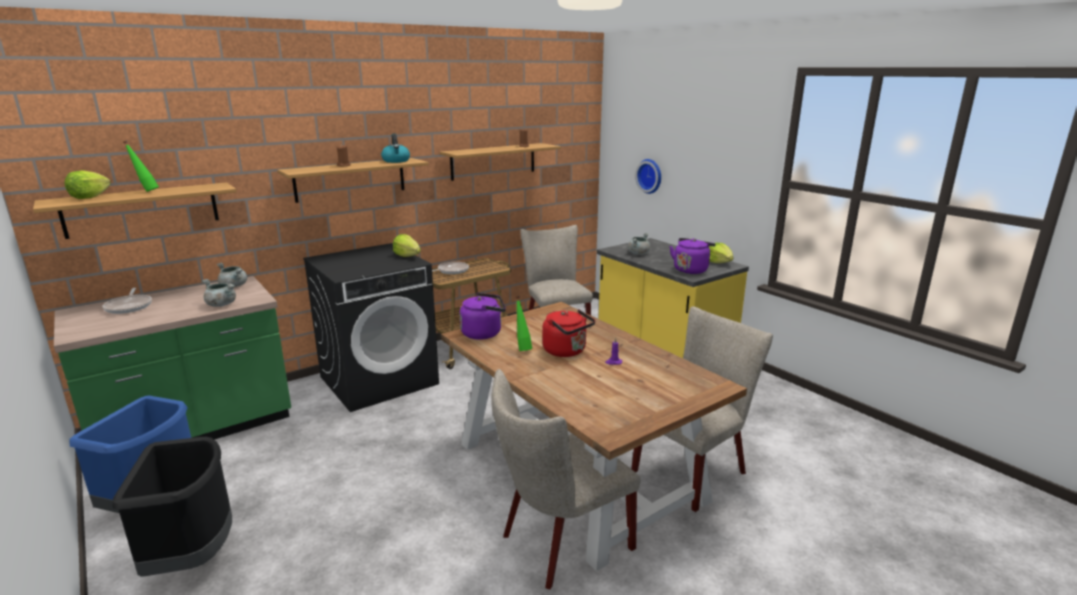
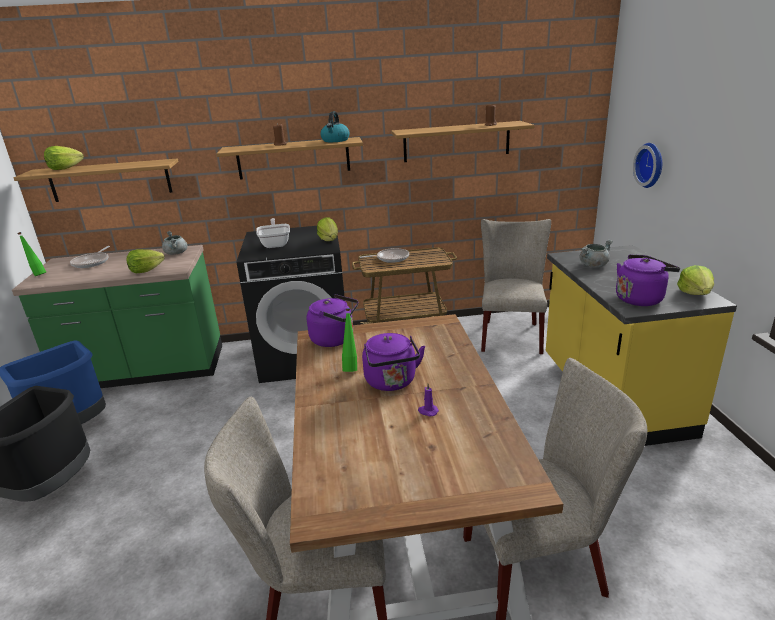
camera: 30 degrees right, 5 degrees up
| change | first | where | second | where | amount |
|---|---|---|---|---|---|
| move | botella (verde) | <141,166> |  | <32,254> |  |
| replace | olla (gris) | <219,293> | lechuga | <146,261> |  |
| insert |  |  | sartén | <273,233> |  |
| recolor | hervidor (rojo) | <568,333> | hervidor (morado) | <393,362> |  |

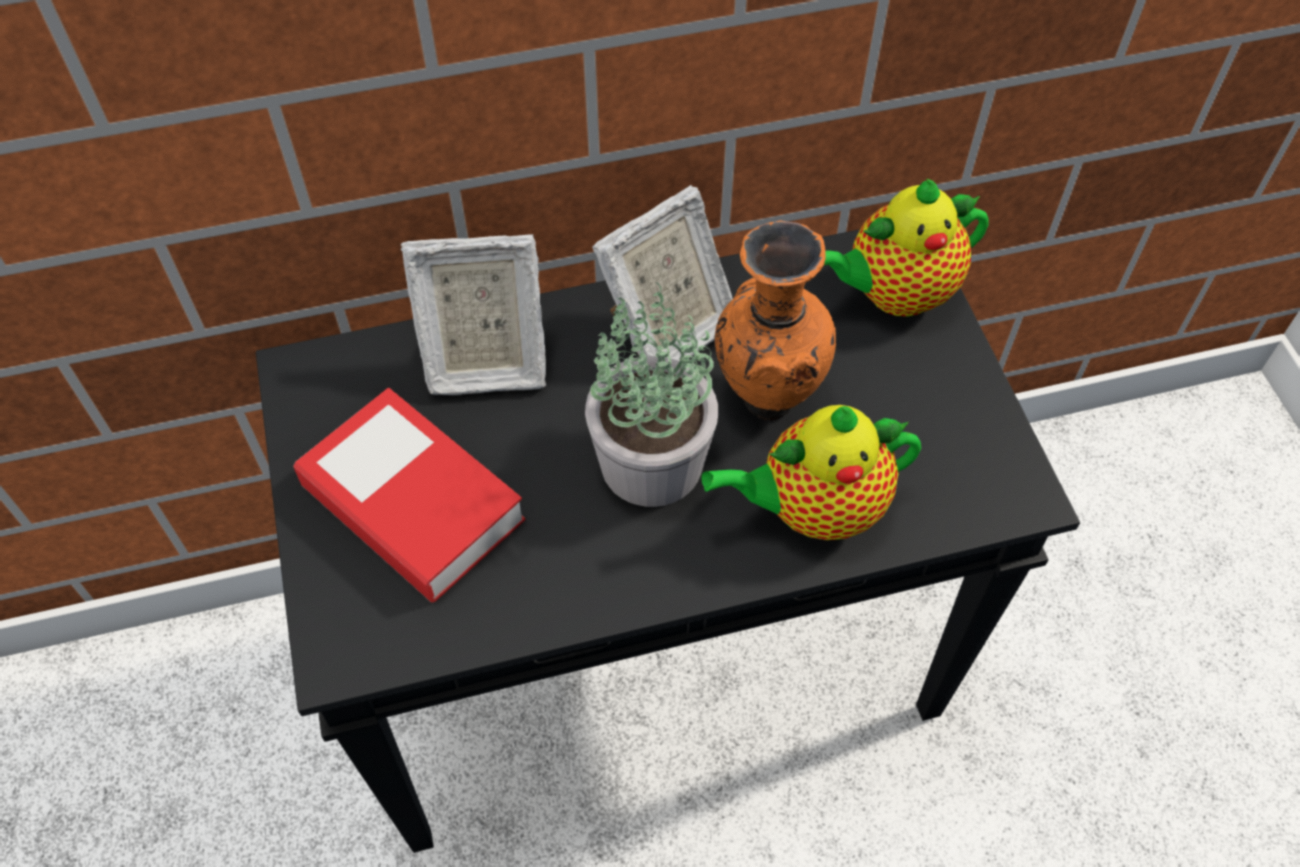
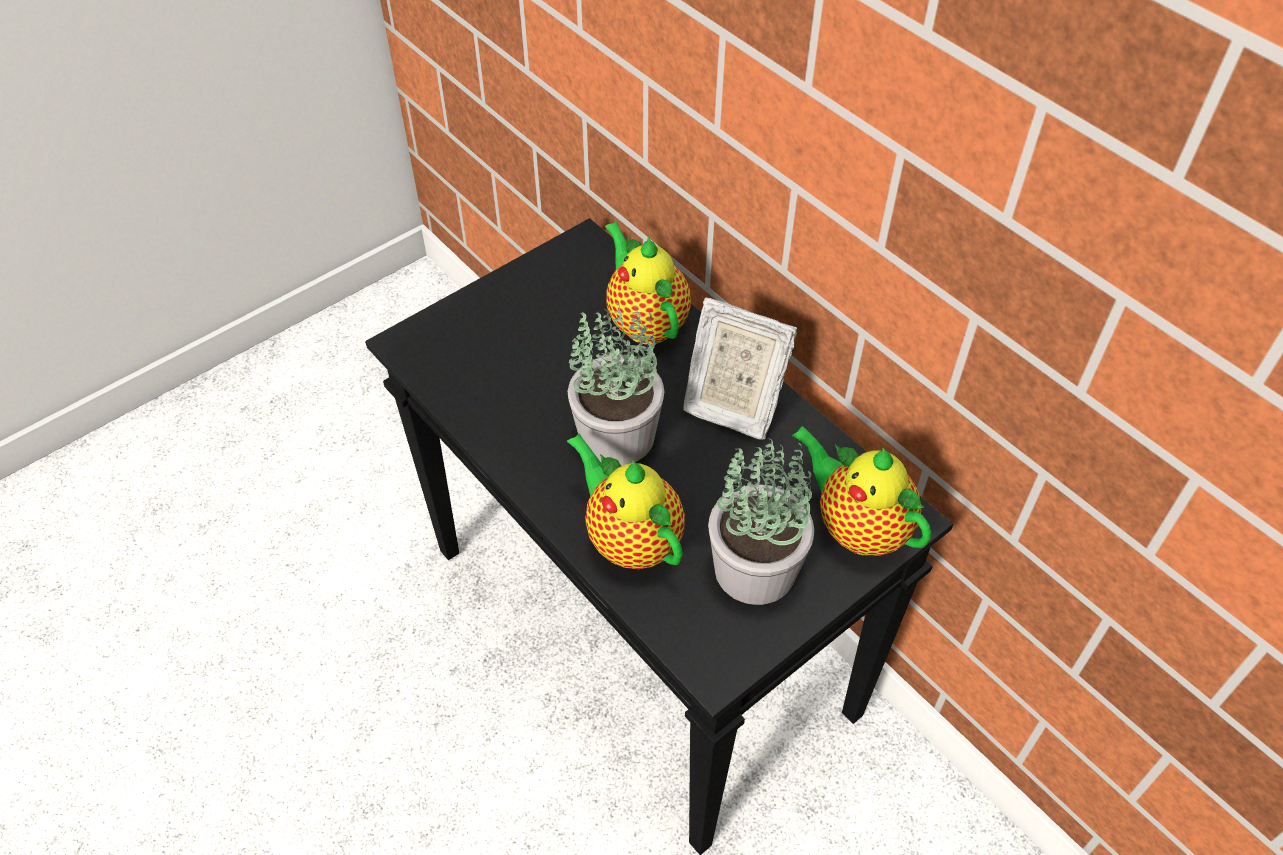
camera: 65 degrees right, 5 degrees down
| change | first | where | second | where | amount |
|---|---|---|---|---|---|
| replace | portarretratos | <473,314> | tetera | <648,283> |  |
| insert |  |  | planta en maceta | <761,522> |  |
| delete | libro | <409,495> |  |  |  |
| delete | florero (naranja) | <775,320> |  |  |  |

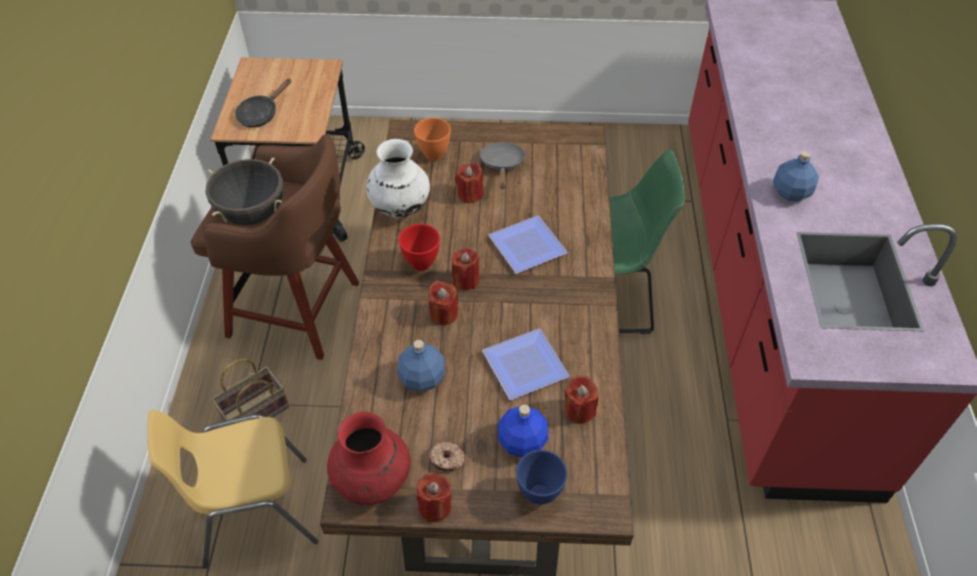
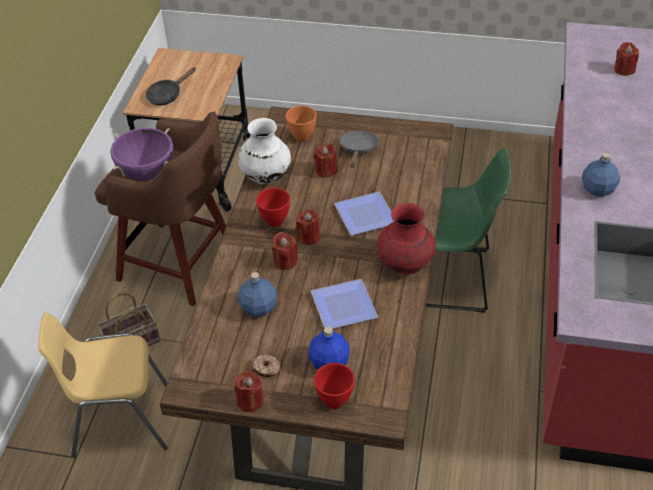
camera: 10 degrees right, 5 degrees down
| change | first | where | second | where | amount |
|---|---|---|---|---|---|
| recolor | olla (negro) | <244,191> | olla (morado) | <142,154> |  |
| recolor | cuenco (azul) | <541,477> | cuenco (rojo) | <334,386> |  |
| move | florero (rojo) | <369,458> |  | <406,238> |  |
| move | vela (rojo) | <581,399> |  | <626,59> |  |

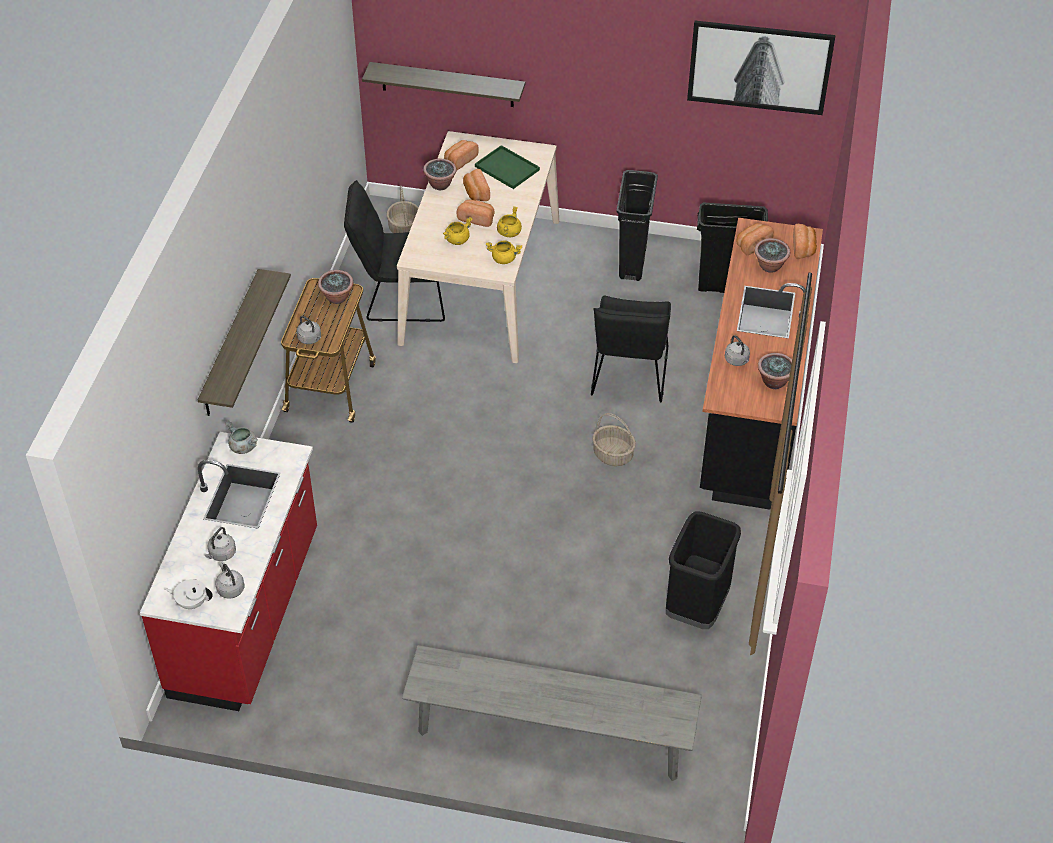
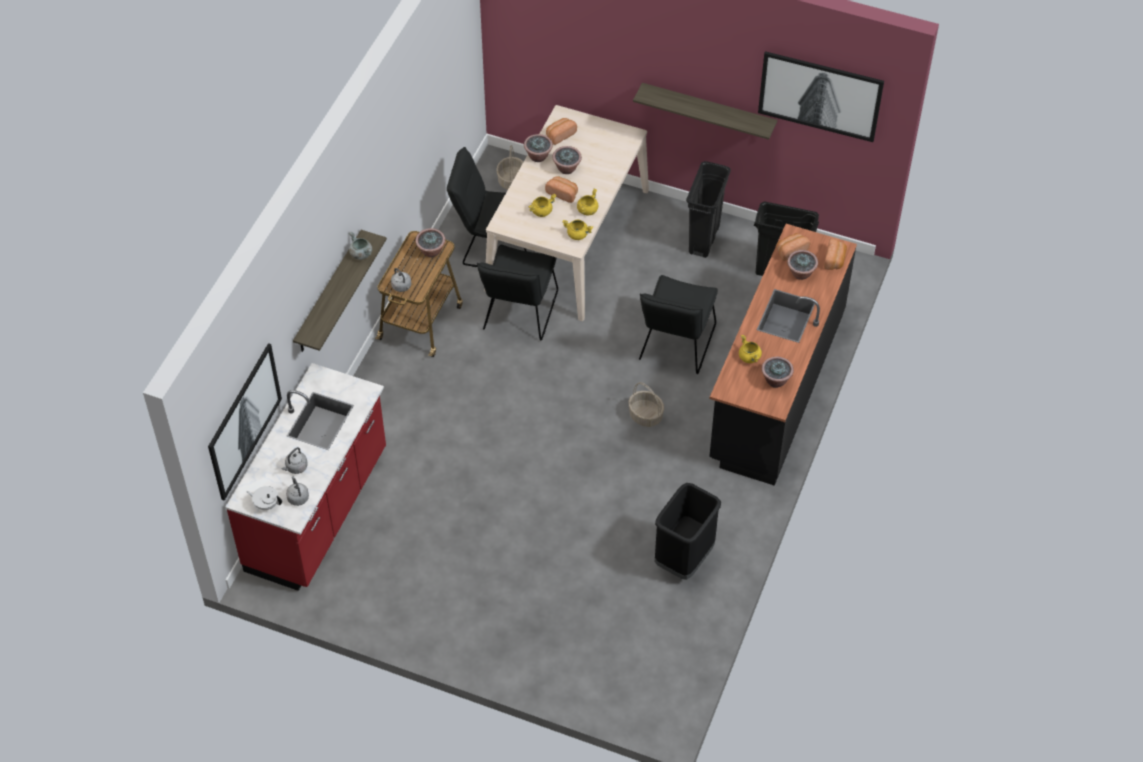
camera: 10 degrees right, 5 degrees up
| change | first | where | second | where | amount |
|---|---|---|---|---|---|
| insert |  |  | cuadro | <245,422> |  |
| move | olla (gris) | <241,437> |  | <360,246> |  |
| insert |  |  | silla (negro) | <517,292> |  |
| replace | pan | <476,185> | planta en maceta | <567,160> |  |
| move | estante | <444,84> |  | <705,111> |  |
| replace | hervidor (gris) | <737,350> | olla (amarillo) | <750,349> |  |
| delete | banco (gris) | <552,713> |  |  |  |
| delete | bandeja (verde) | <507,167> |  |  |  |

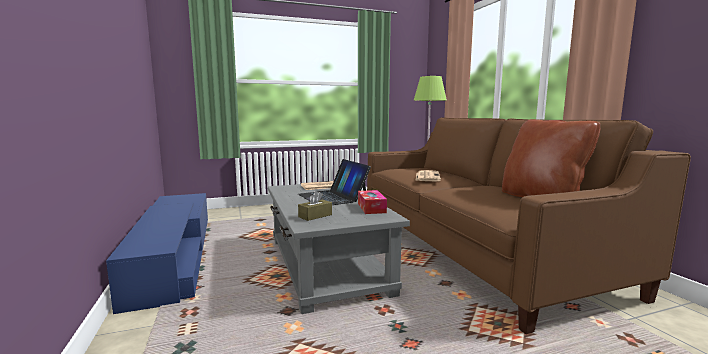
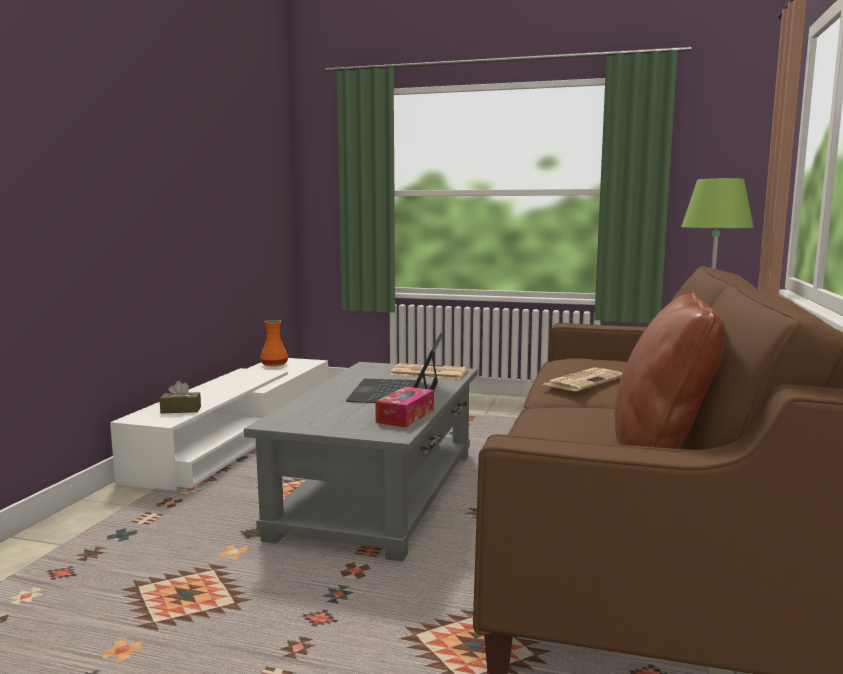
camera: 35 degrees right, 0 degrees up
| change | first | where | second | where | amount |
|---|---|---|---|---|---|
| recolor | mueble de televisión (azul) | <157,253> | mueble de televisión (blanco) | <219,424> |  |
| move | caja de pañuelos (marrón) | <315,206> |  | <180,397> |  |
| insert |  |  | florero (naranja) | <274,343> |  |

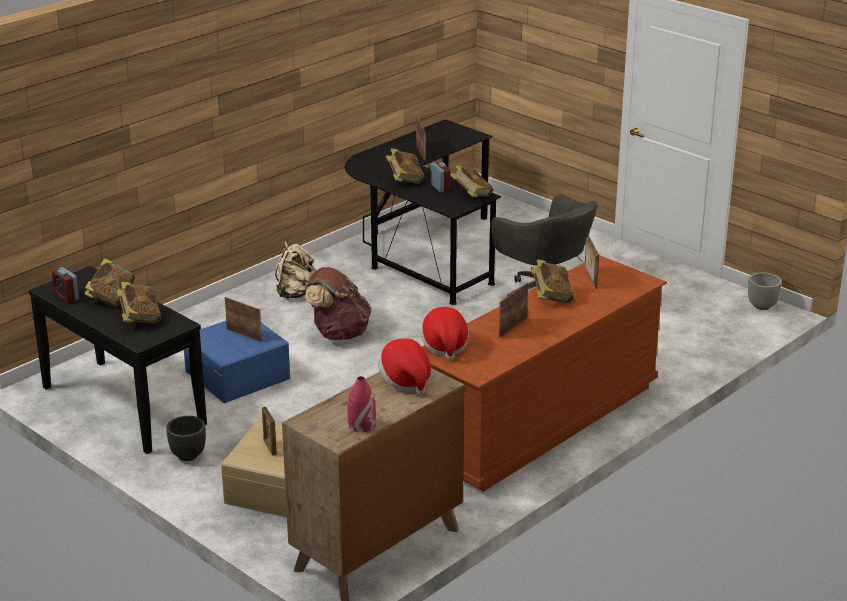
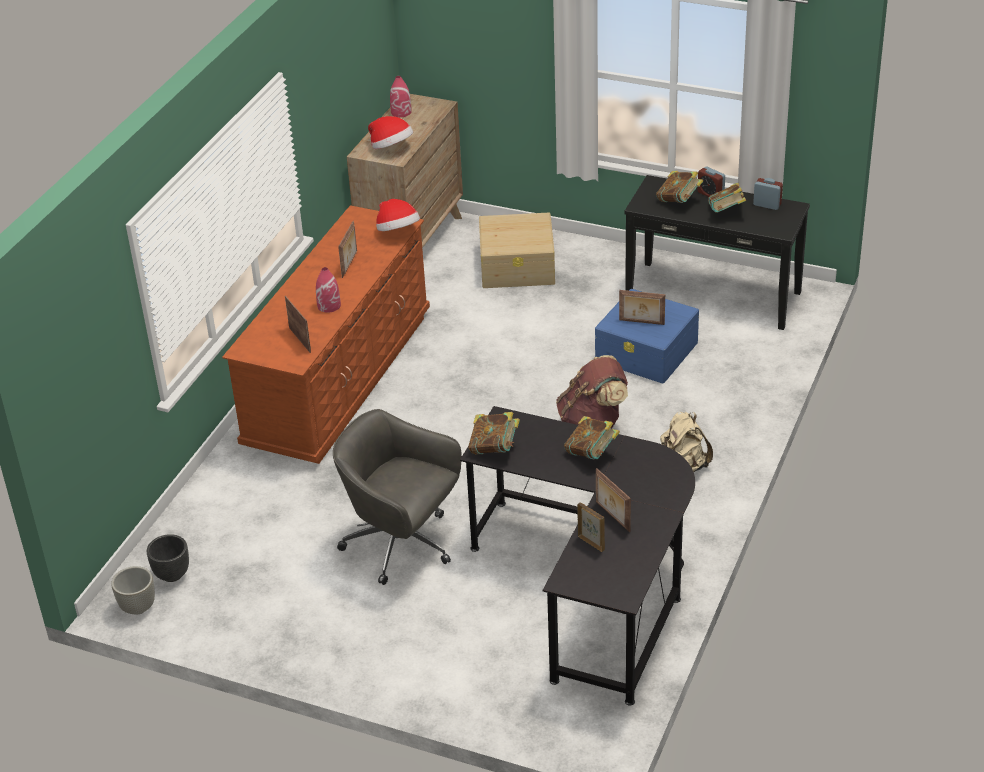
camera: 160 degrees right, 10 degrees up
| change | first | where | second | where | amount |
|---|---|---|---|---|---|
| move | maceta (negro) | <186,438> |  | <168,558> |  |
| replace | libro | <552,281> | florero (rojo) | <328,290> |  |
| move | portarretratos | <269,431> |  | <591,527> |  |
| move | despertador | <440,176> |  | <711,182> |  |

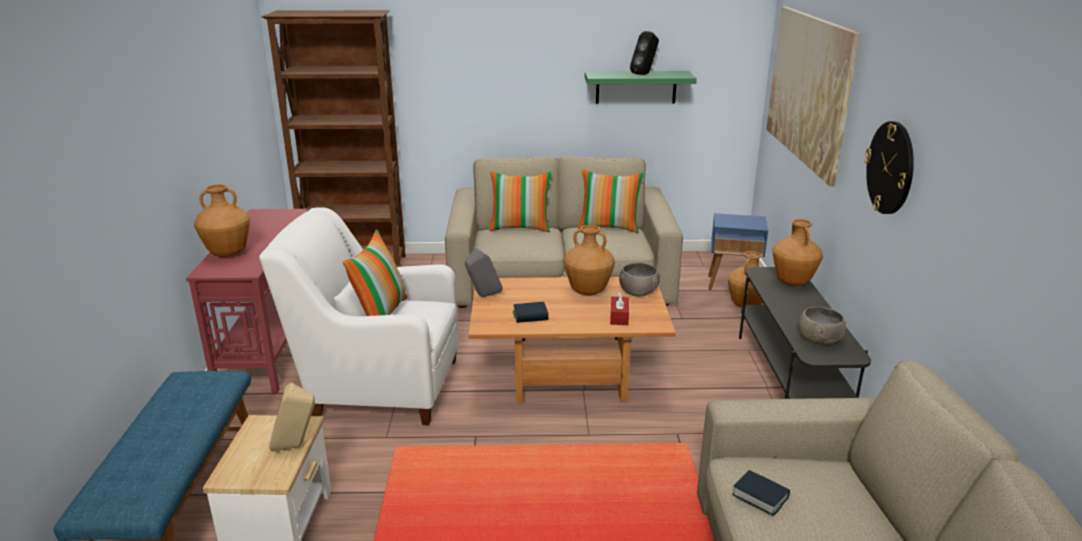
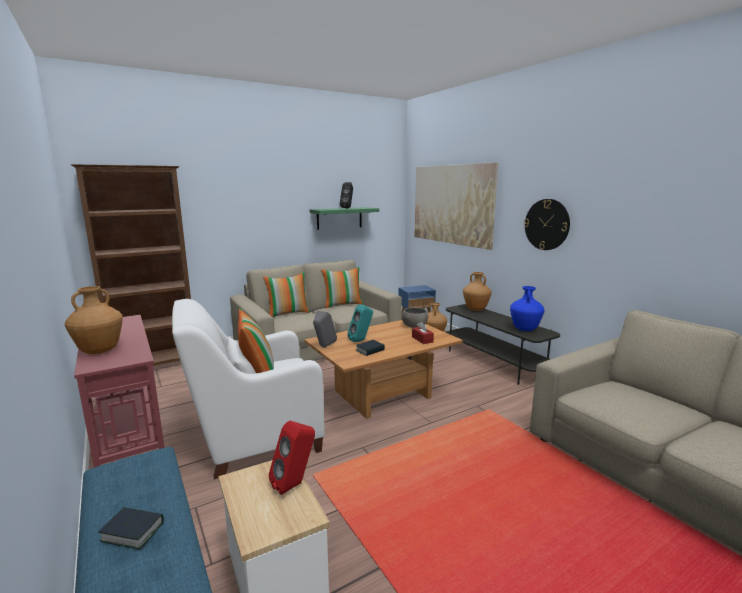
camera: 30 degrees left, 10 degrees down
| change | first | where | second | where | amount |
|---|---|---|---|---|---|
| move | libro | <761,493> |  | <131,528> |  |
| recolor | altavoz (beis) | <292,417> | altavoz (rojo) | <292,458> |  |
| insert |  |  | altavoz (turquesa) | <360,323> |  |
| replace | cuenco (gris) | <823,326> | florero (azul) | <527,308> |  |
| delete | florero (marrón) | <589,260> |  |  |  |

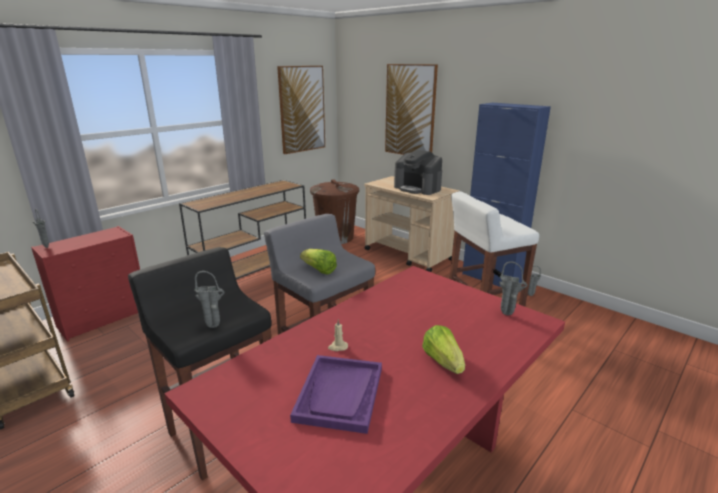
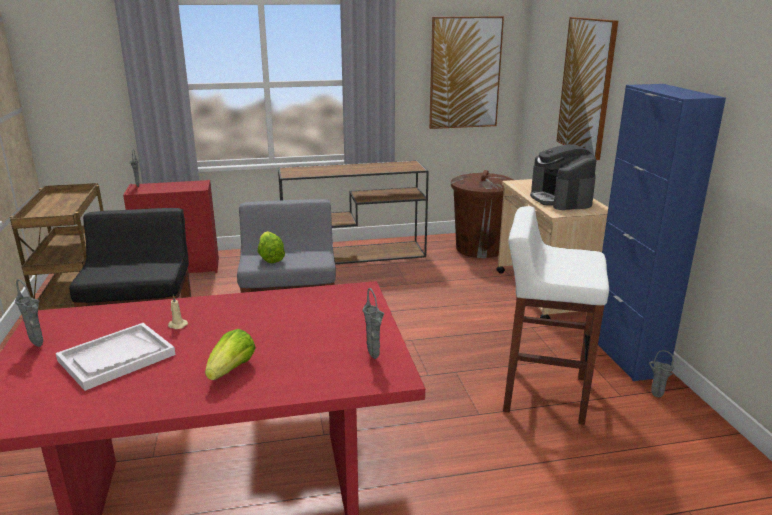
camera: 35 degrees right, 0 degrees up
| change | first | where | second | where | amount |
|---|---|---|---|---|---|
| move | florero (gris) | <209,299> |  | <29,313> |  |
| recolor | bandeja (morado) | <336,394> | bandeja (blanco) | <116,357> |  |

